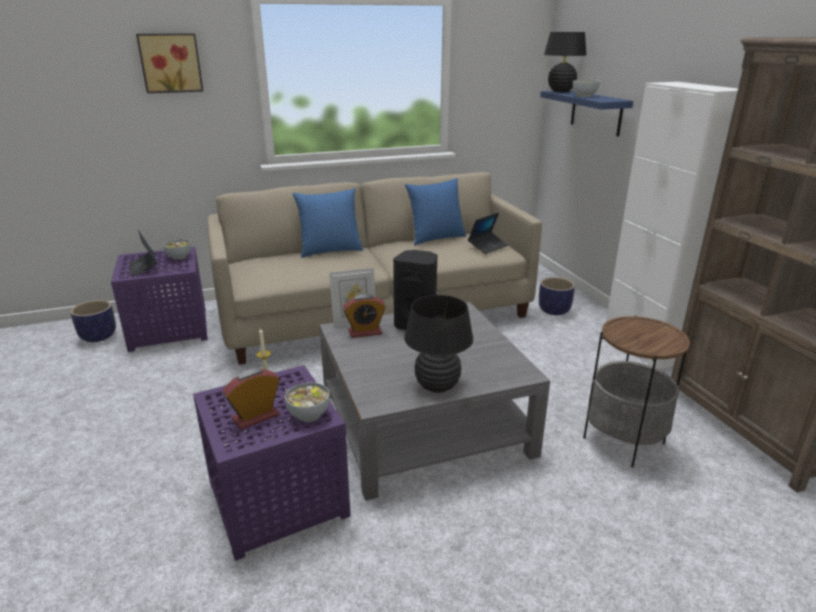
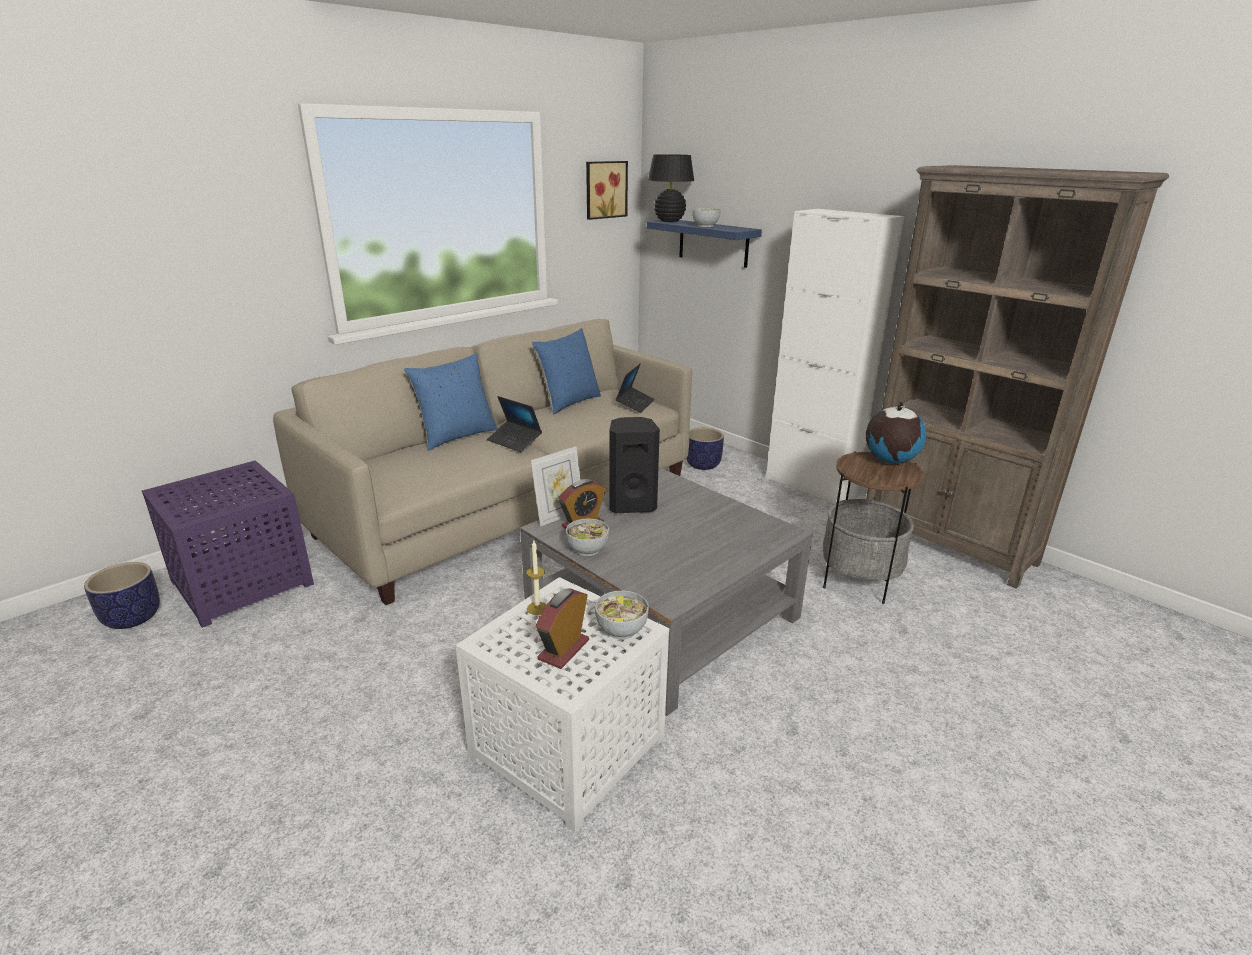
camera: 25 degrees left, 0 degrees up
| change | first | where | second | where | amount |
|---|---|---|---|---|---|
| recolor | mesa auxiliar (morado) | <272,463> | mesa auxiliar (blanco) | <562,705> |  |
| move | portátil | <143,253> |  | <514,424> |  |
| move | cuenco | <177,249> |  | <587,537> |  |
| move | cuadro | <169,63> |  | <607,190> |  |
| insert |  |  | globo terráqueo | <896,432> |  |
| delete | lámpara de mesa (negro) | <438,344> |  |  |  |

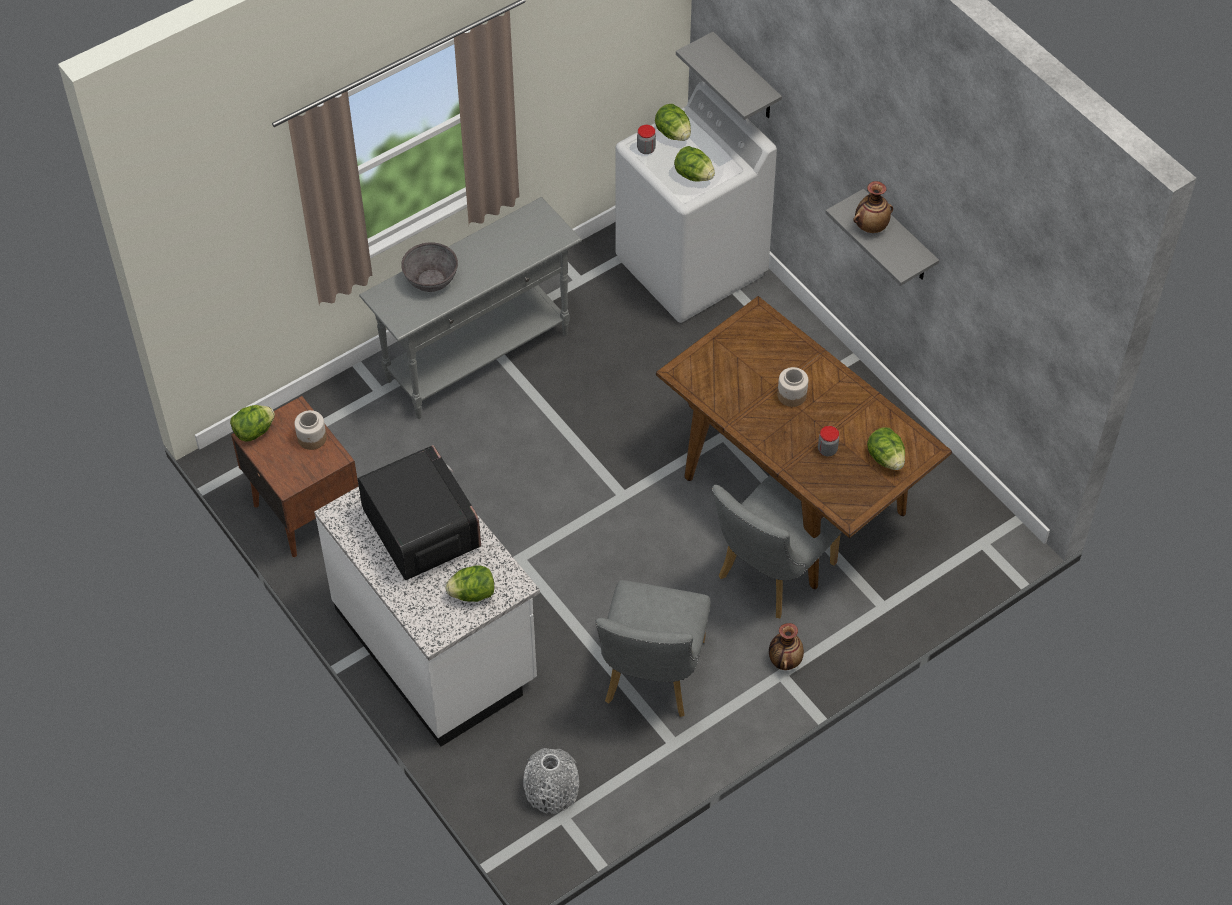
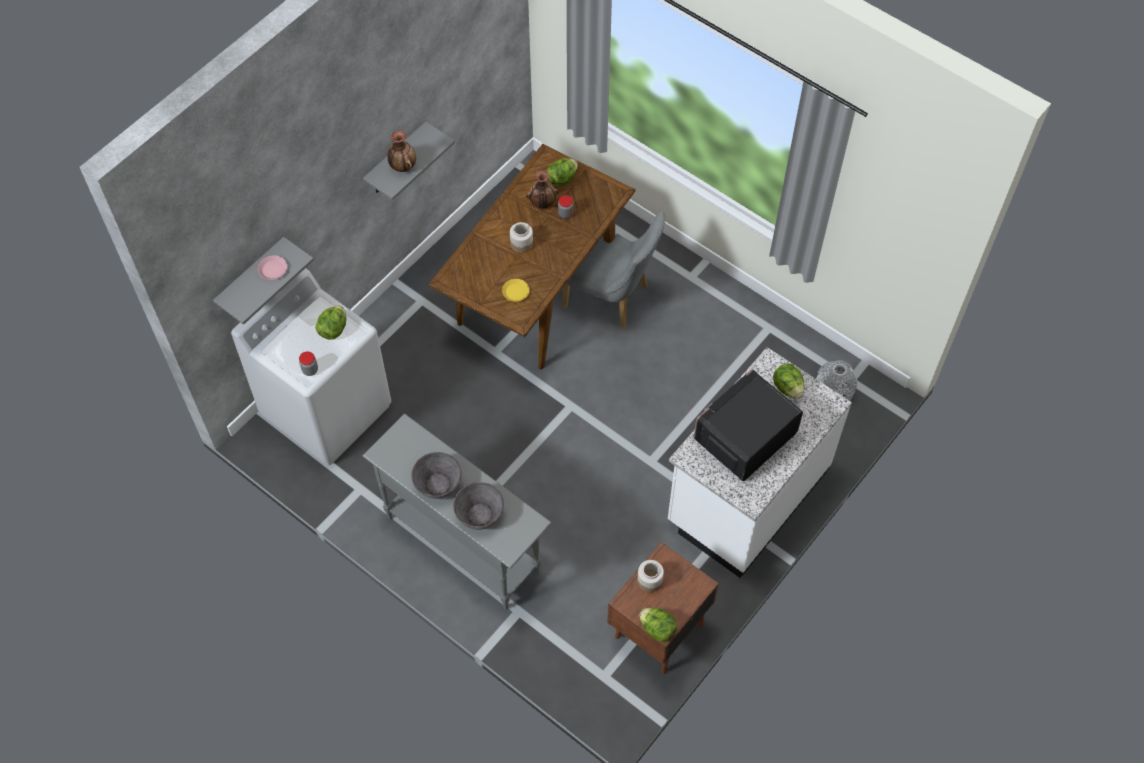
camera: 105 degrees left, 5 degrees up
| change | first | where | second | where | amount |
|---|---|---|---|---|---|
| insert |  |  | plato (rosa) | <273,267> |  |
| insert |  |  | cuenco (gris) | <436,475> |  |
| insert |  |  | plato (amarillo) | <516,290> |  |
| move | florero | <786,646> |  | <542,189> |  |
| delete | silla (gris) | <653,648> |  |  |  |
| delete | lechuga | <673,122> |  |  |  |

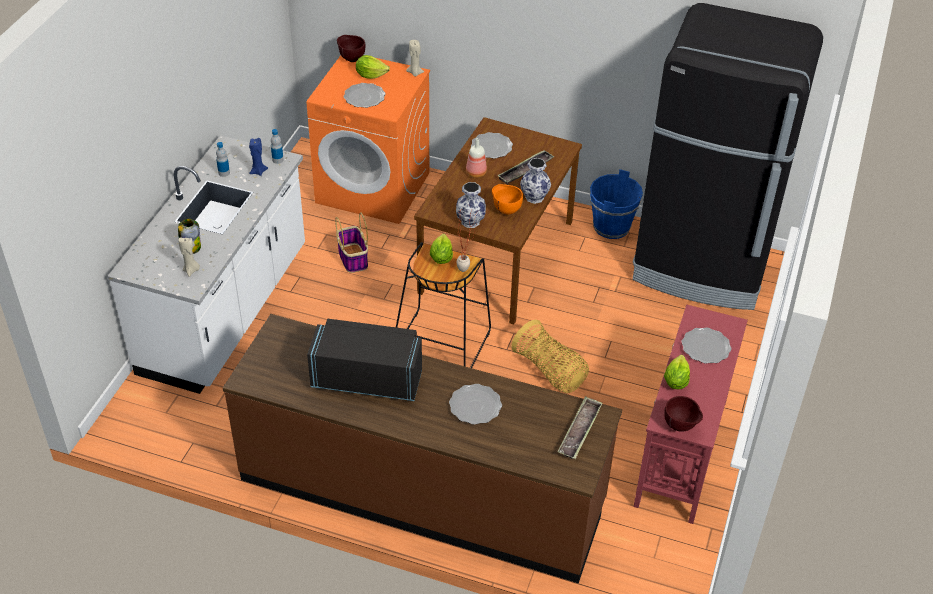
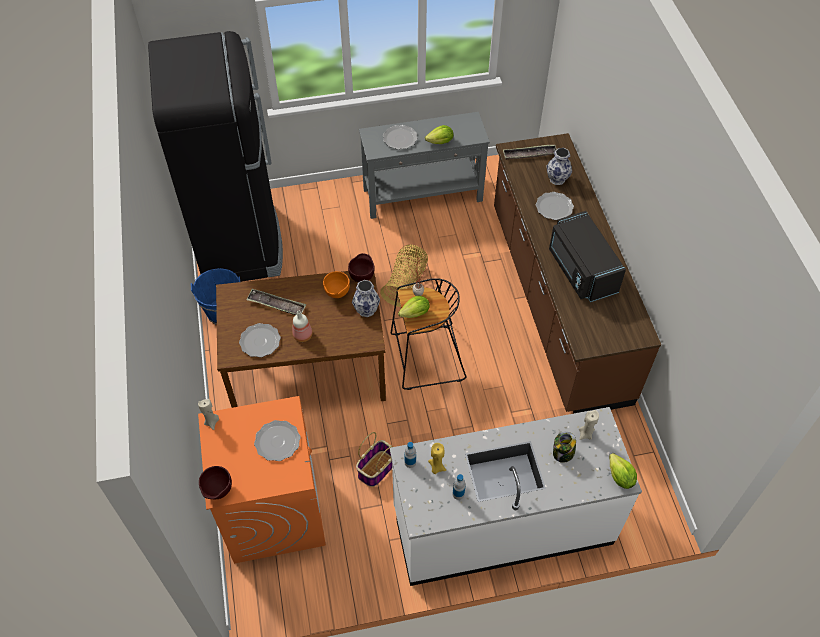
camera: 120 degrees left, 10 degrees up
| change | first | where | second | where | amount |
|---|---|---|---|---|---|
| move | cuenco (marrón) | <683,414> |  | <361,267> |  |
| recolor | mesa consola (rojo) | <691,414> | mesa consola (gris) | <424,165> |  |
| recolor | vela (azul) | <258,157> | vela (amarillo) | <437,458> |  |
| move | florero | <535,181> |  | <559,166> |  |
| move | lechuga | <373,67> |  | <623,471> |  |

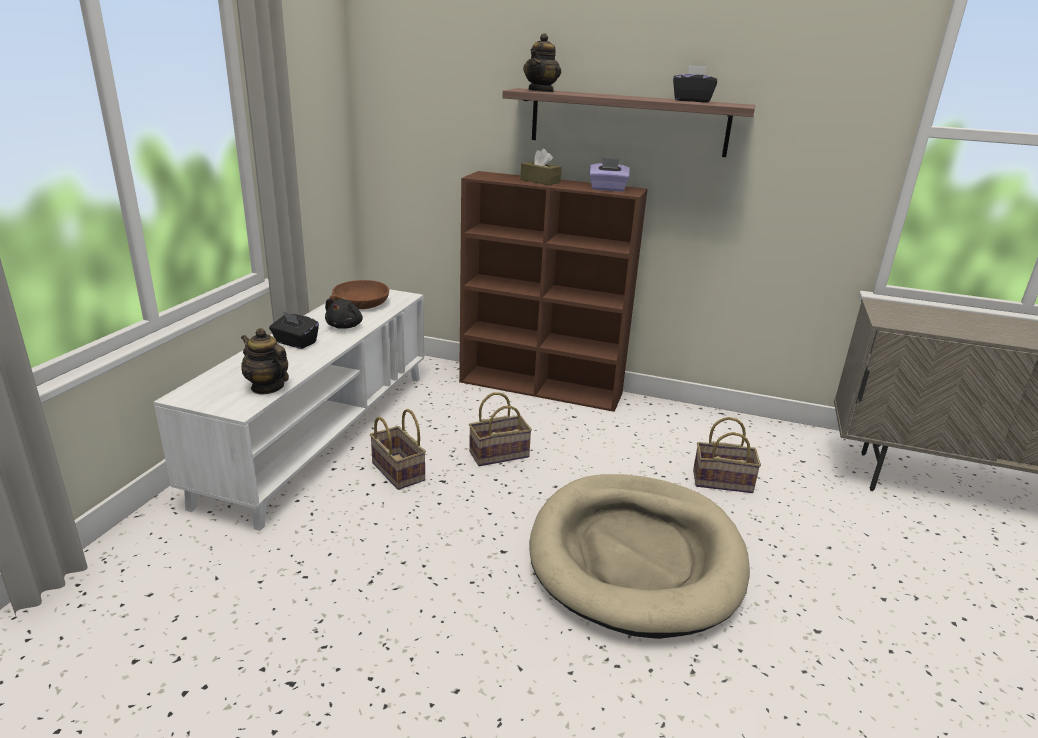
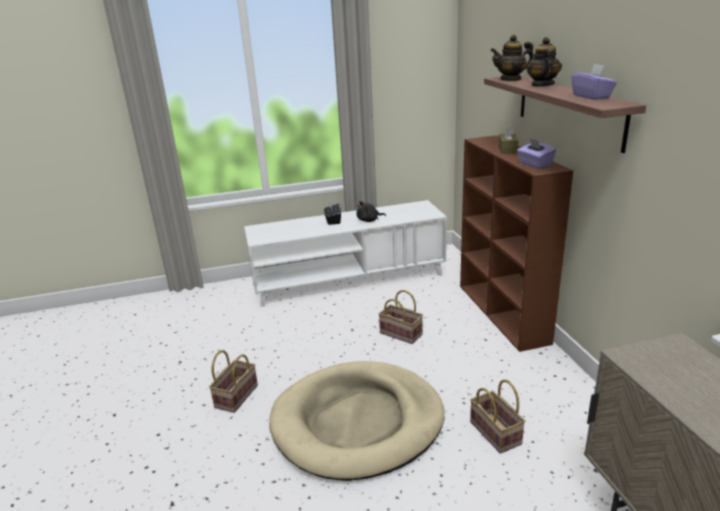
camera: 60 degrees right, 0 degrees up
| change | first | where | second | where | amount |
|---|---|---|---|---|---|
| move | cesta | <398,449> |  | <233,381> |  |
| move | tetera | <265,361> |  | <544,62> |  |
| recolor | caja de pañuelos (negro) | <695,84> | caja de pañuelos (morado) | <594,82> |  |
| delete | cuenco (marrón) | <359,294> |  |  |  |

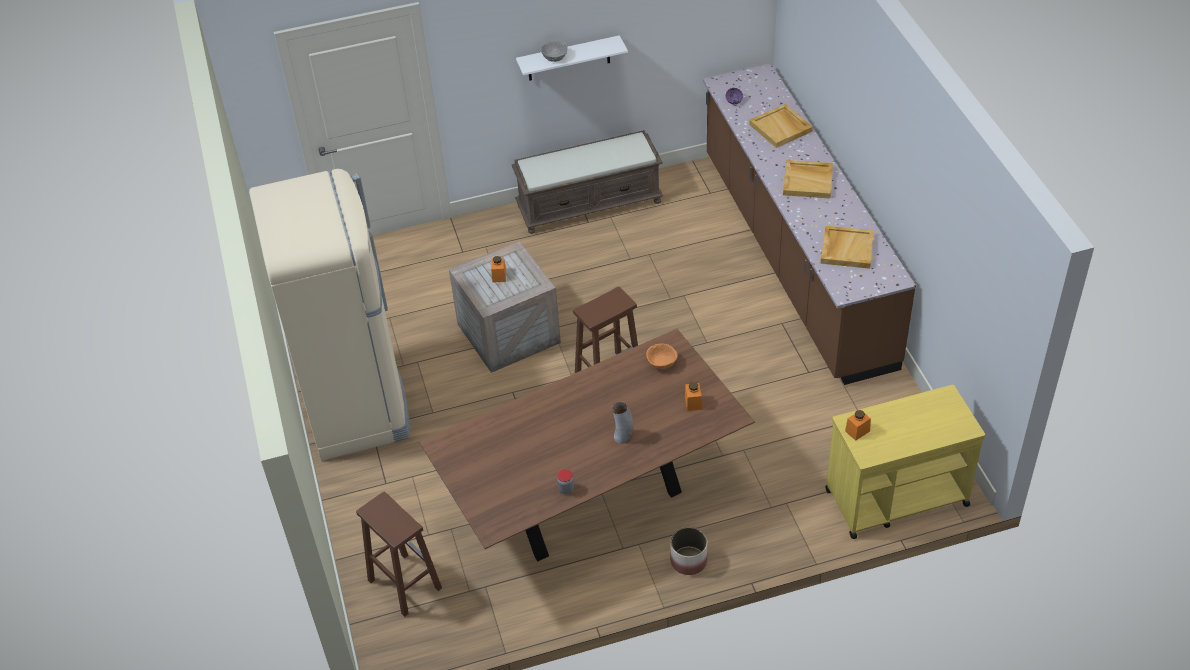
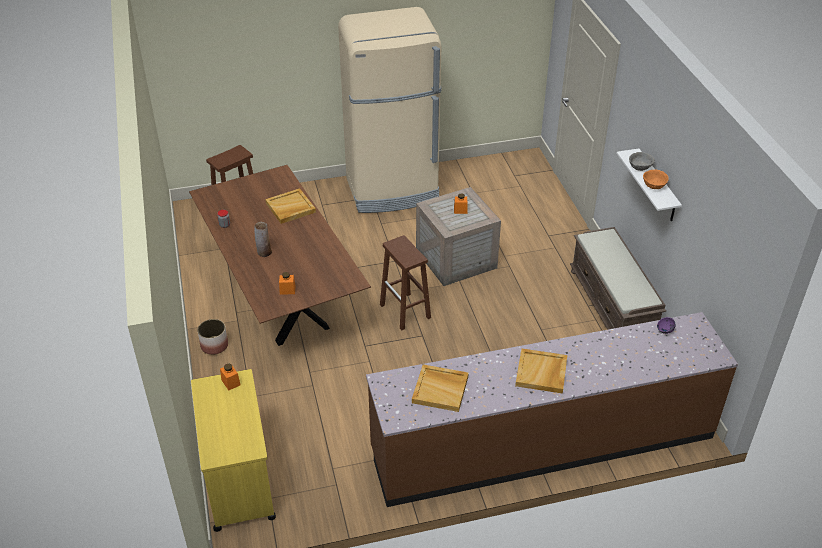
camera: 90 degrees right, 5 degrees down
| change | first | where | second | where | amount |
|---|---|---|---|---|---|
| move | bandeja (beis) | <781,126> |  | <290,206> |  |
| move | cuenco (naranja) | <662,356> |  | <656,179> |  |

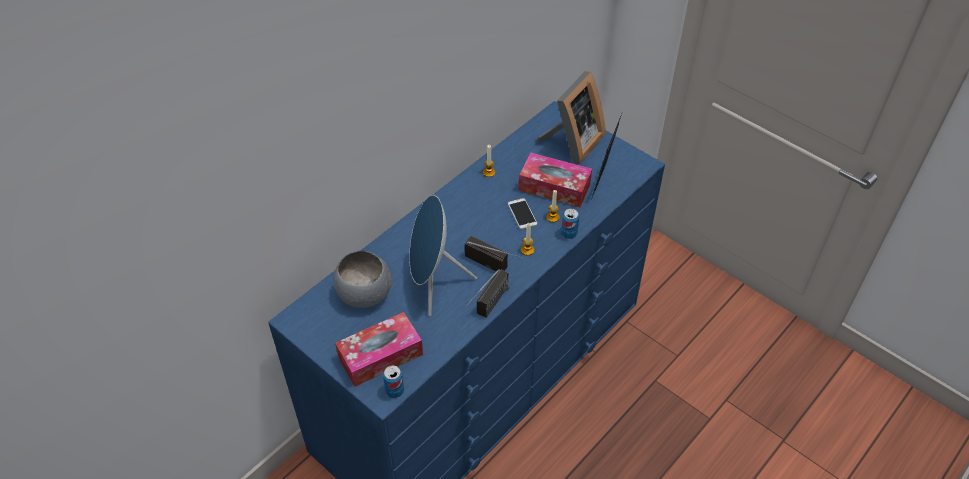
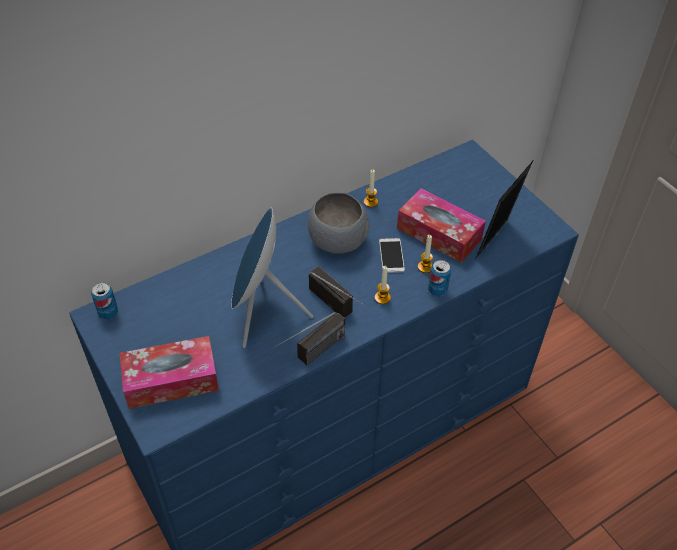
camera: 15 degrees right, 0 degrees up
| change | first | where | second | where | amount |
|---|---|---|---|---|---|
| move | lata | <393,381> |  | <104,300> |  |
| move | cuenco (gris) | <363,279> |  | <338,223> |  |
| delete | portarretratos | <571,117> |  |  |  |

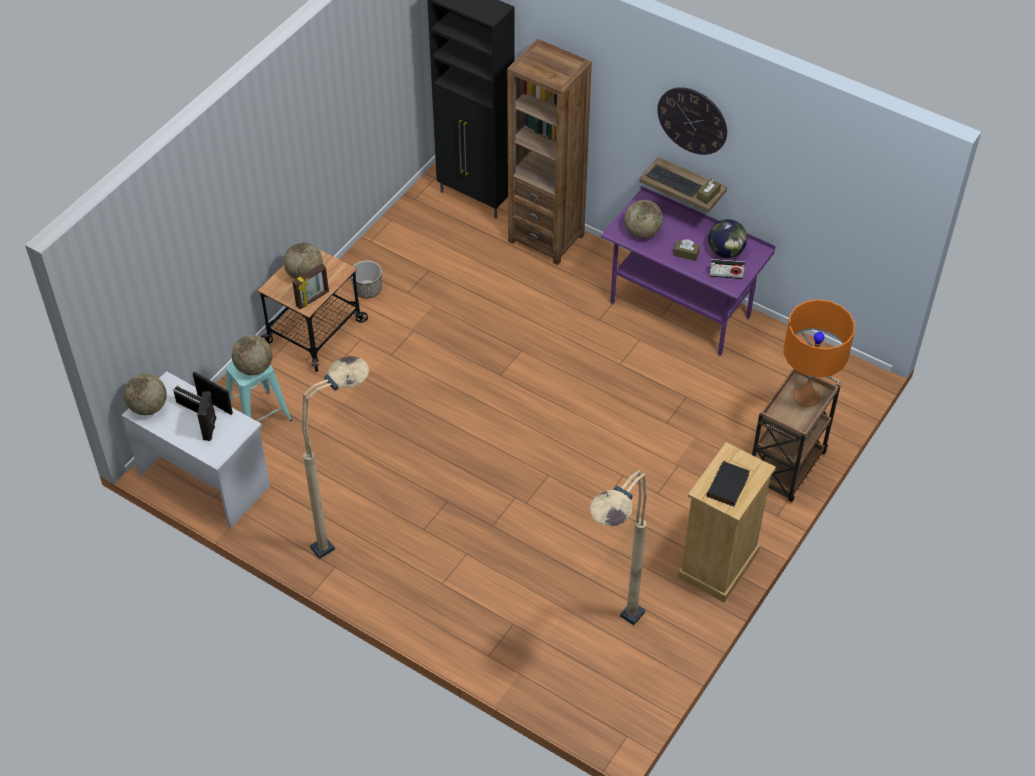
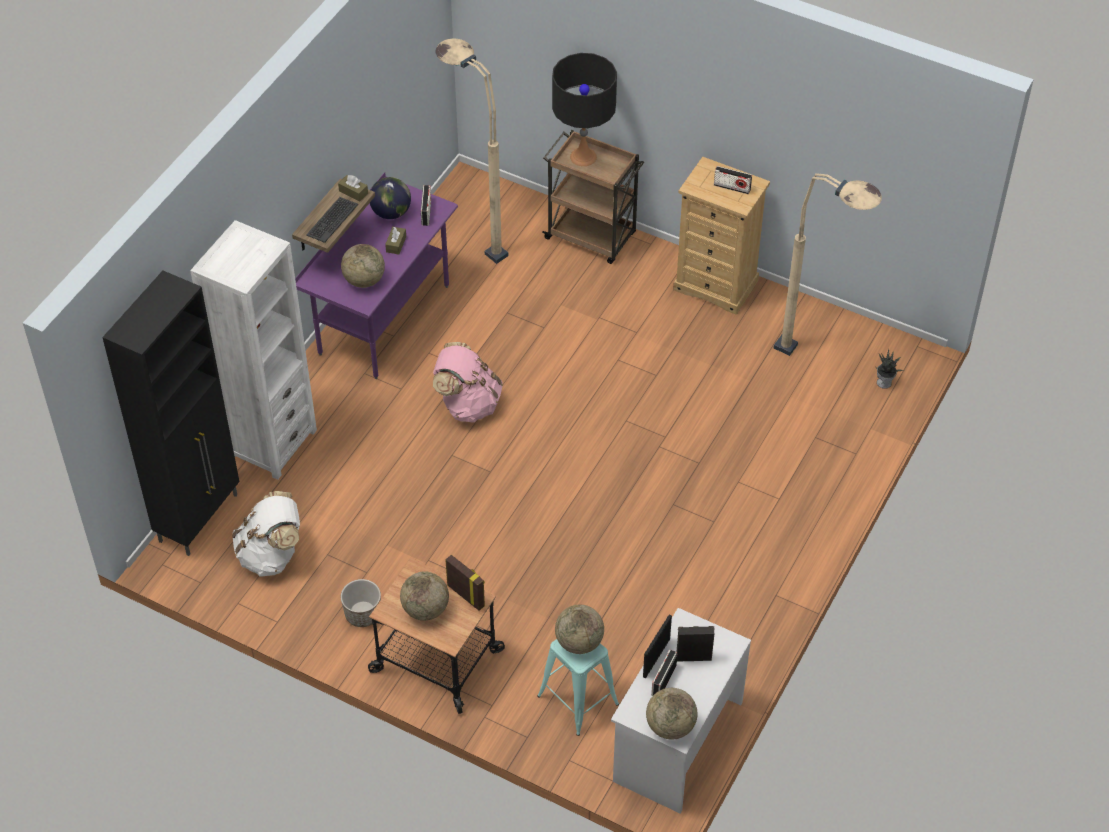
camera: 95 degrees left, 0 degrees up
| change | first | where | second | where | amount |
|---|---|---|---|---|---|
| recolor | estantería (marrón) | <549,152> | estantería (blanco) | <253,350> |  |
| insert |  |  | mochila (blanco) | <266,534> |  |
| insert |  |  | mochila (rosa) | <468,382> |  |
| move | lámpara de pie (beis) | <335,457> |  | <472,151> |  |
| recolor | lámpara de mesa (naranja) | <819,353> | lámpara de mesa (negro) | <584,109> |  |
| replace | libro (negro) | <728,483> | radio | <733,180> |  |
| insert |  |  | planta en maceta | <889,368> |  |
| delete | reloj de pared | <692,121> |  |  |  |

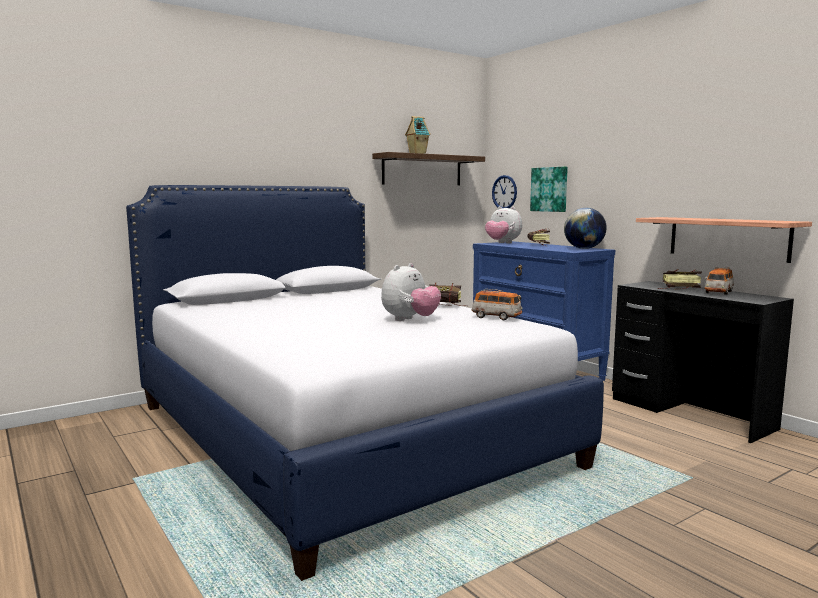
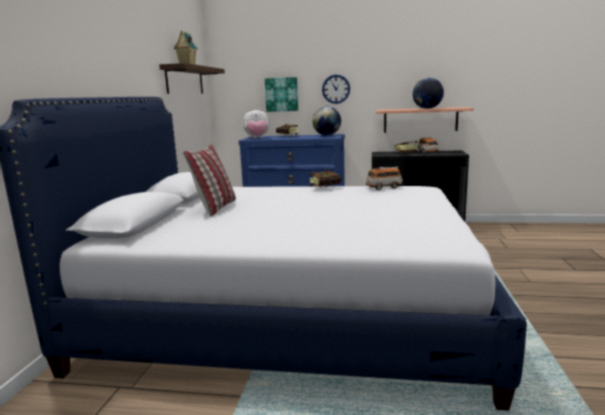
camera: 45 degrees left, 5 degrees up
| change | first | where | second | where | amount |
|---|---|---|---|---|---|
| insert |  |  | cojín | <209,180> |  |
| move | reloj de pared | <504,191> |  | <336,89> |  |
| insert |  |  | globo terráqueo | <428,93> |  |
| delete | peluche | <411,292> |  |  |  |

